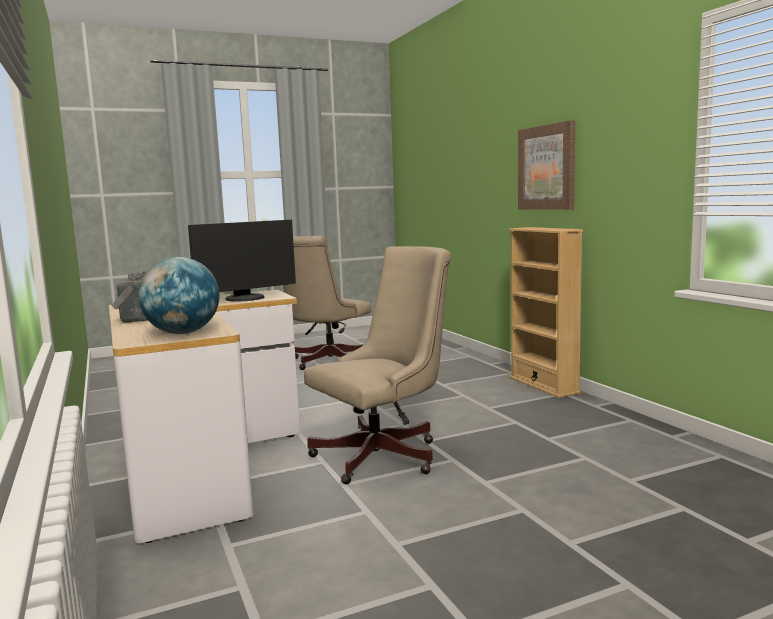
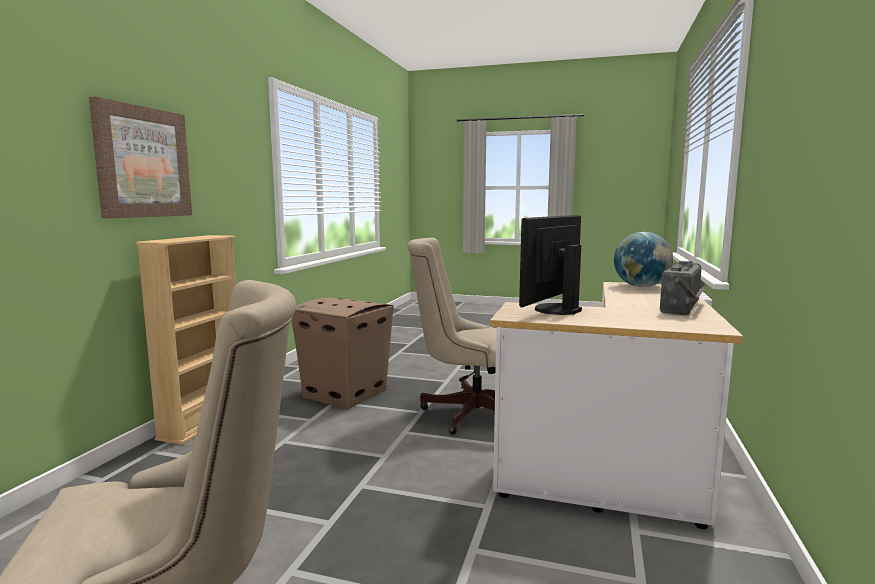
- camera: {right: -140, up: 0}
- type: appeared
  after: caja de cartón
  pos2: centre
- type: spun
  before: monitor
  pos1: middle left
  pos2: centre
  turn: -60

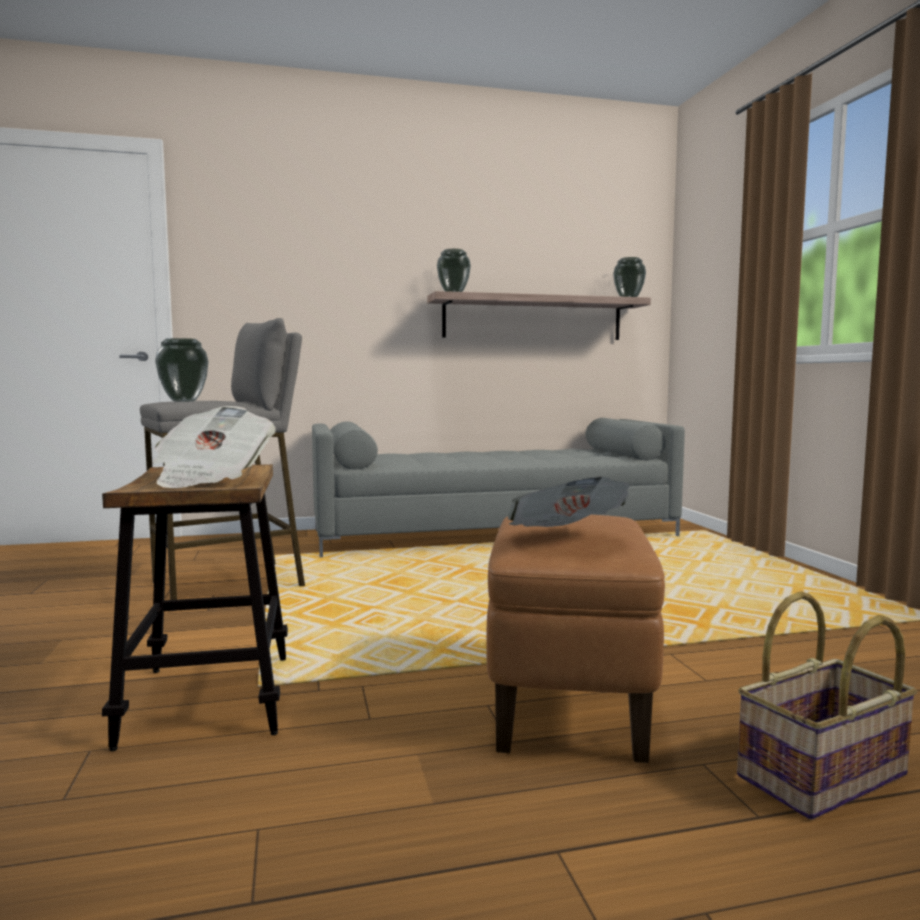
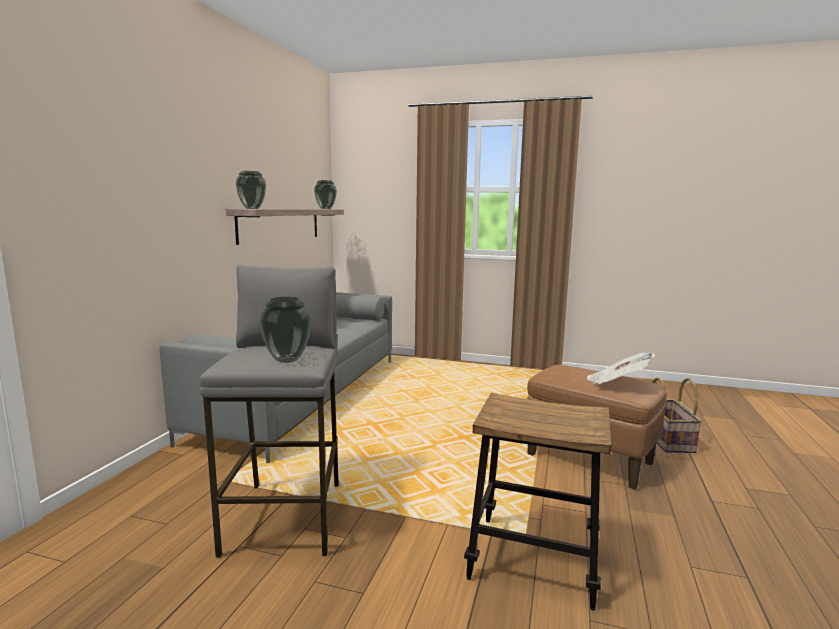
- camera: {right: -60, up: 5}
- type: missing
  before: periódico (no. 1 from left)
  pos1: middle left

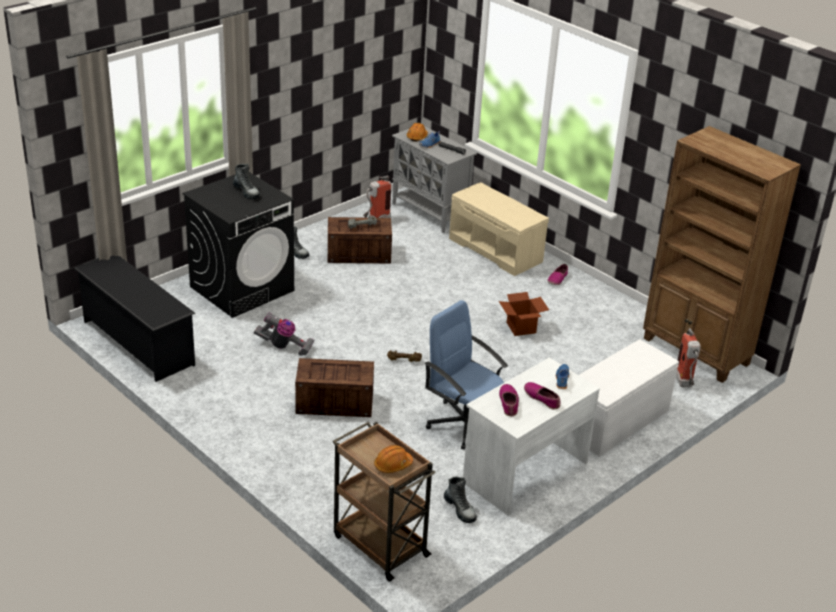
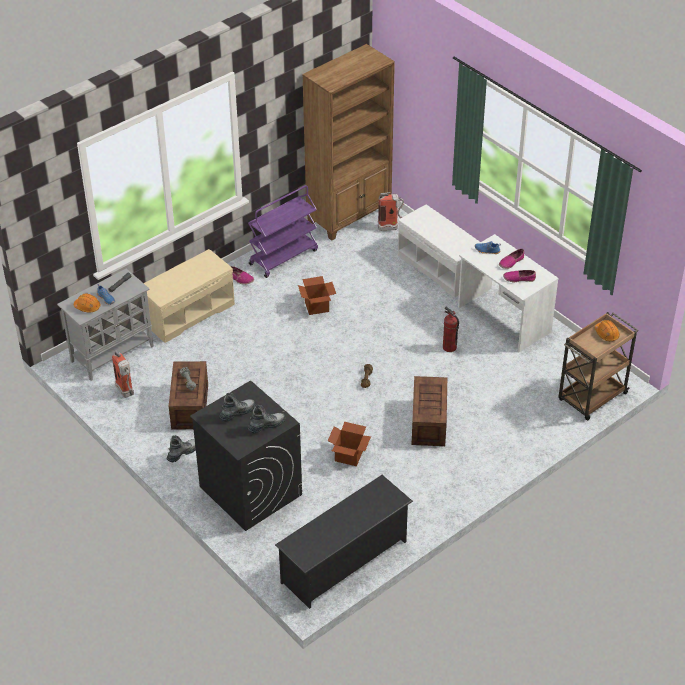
- camera: {right: -85, up: 10}
- type: relocated
  before: bota (no. 3 from left)
  pos1: bottom centre
  pos2: centre
- type: appeared
  after: carrito (morado)
  pos2: centre
- type: exchanged
  before: aspiradora
  after: caja de cartón (no. 2 from left)
  pos1: centre
  pos2: centre
- type: exchanged
  before: silla de oficina (azul)
  after: extintor (no. 3 from left)
  pos1: centre
  pos2: centre

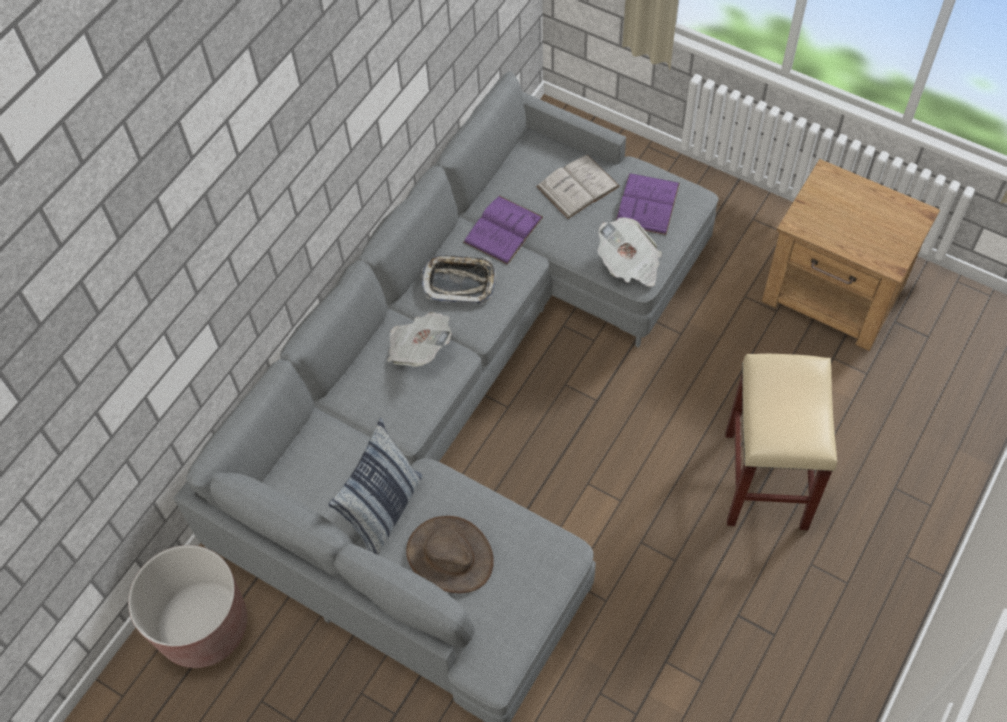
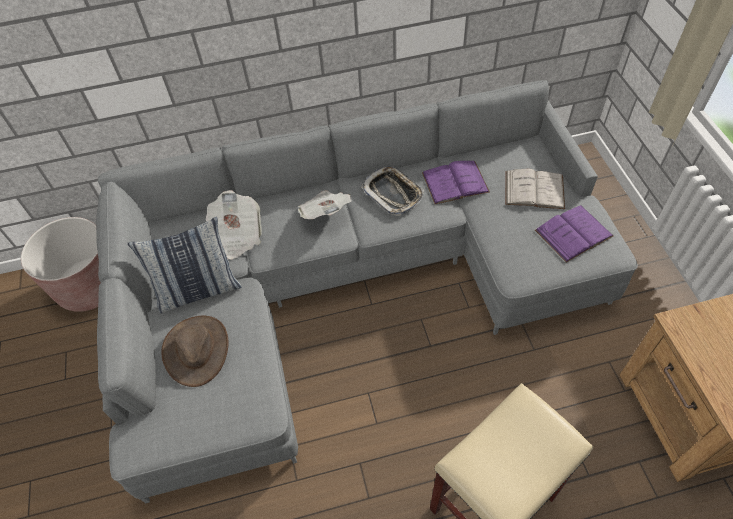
- camera: {right: 45, up: -5}
- type: relocated
  before: periódico (no. 2 from left in the first image)
  after: periódico (no. 1 from left)
  pos1: centre
  pos2: middle left

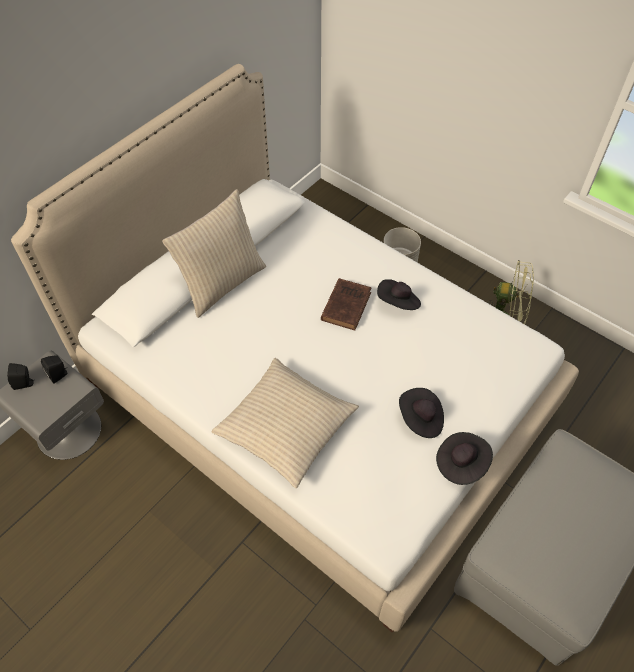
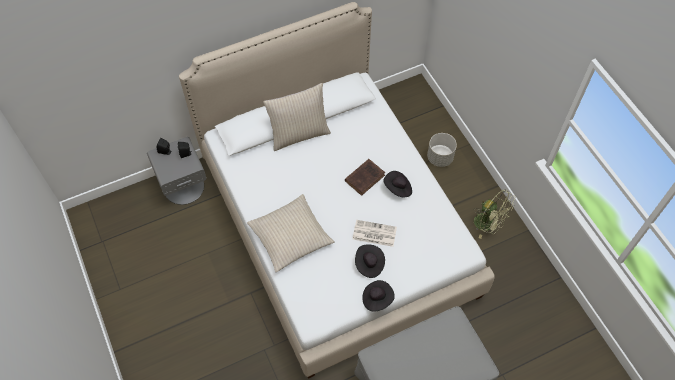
- camera: {right: 25, up: 5}
- type: appeared
  after: periódico
  pos2: centre

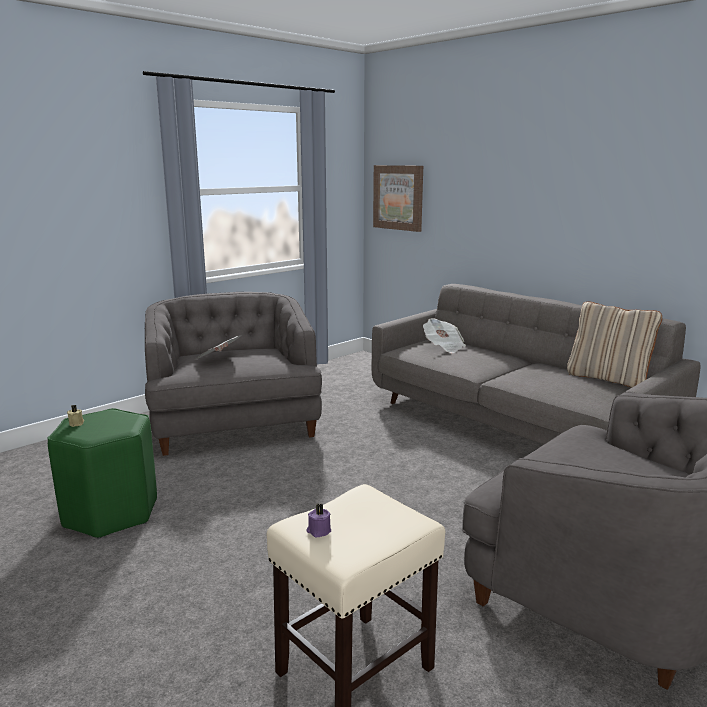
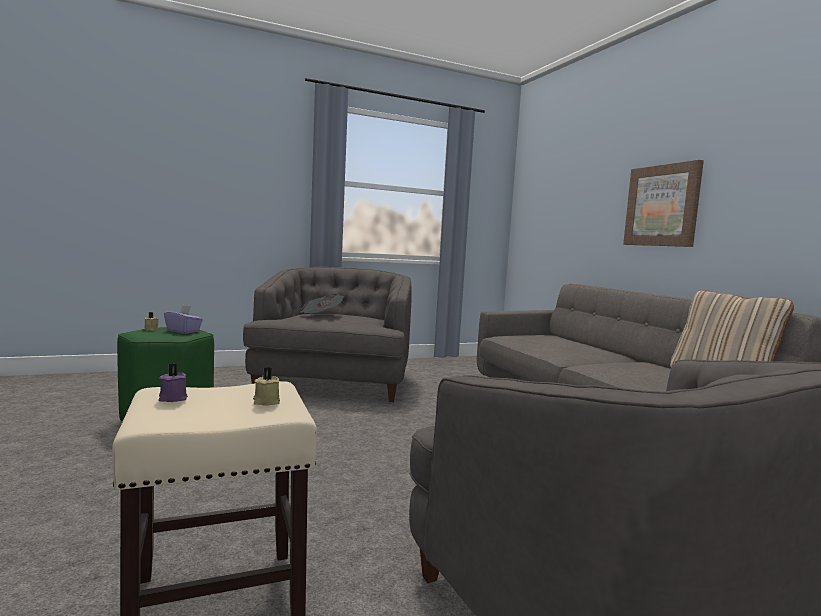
- camera: {right: 20, up: -10}
- type: appeared
  after: caja de pañuelos (morado)
  pos2: middle left
- type: appeared
  after: vela (beis) (no. 2 from left)
  pos2: middle left
- type: relocated
  before: cuadro
  pos1: top centre
  pos2: top right
- type: missing
  before: periódico (no. 2 from left)
  pos1: centre

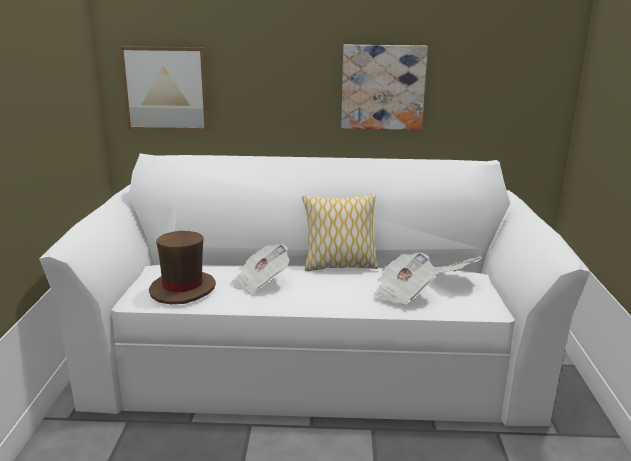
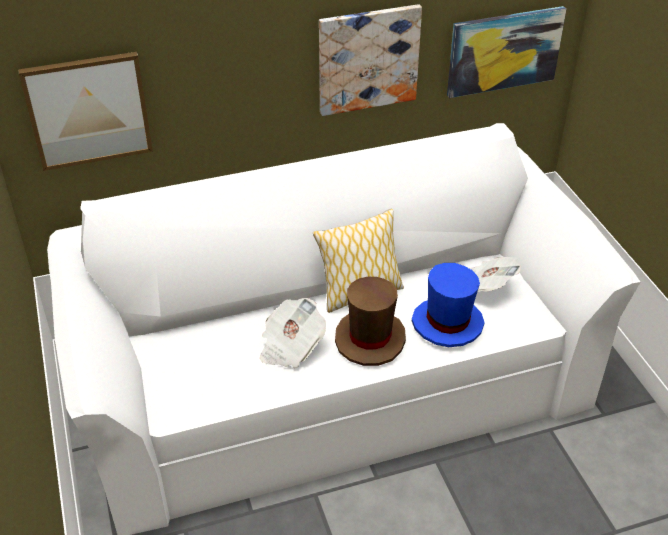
- camera: {right: -20, up: 20}
- type: relocated
  before: sombrero (marrón)
  pos1: middle left
  pos2: centre
- type: exchanged
  before: periódico (no. 2 from left)
  after: sombrero (azul)
  pos1: centre
  pos2: middle right
- type: appeared
  after: cuadro (no. 3 from left)
  pos2: top right

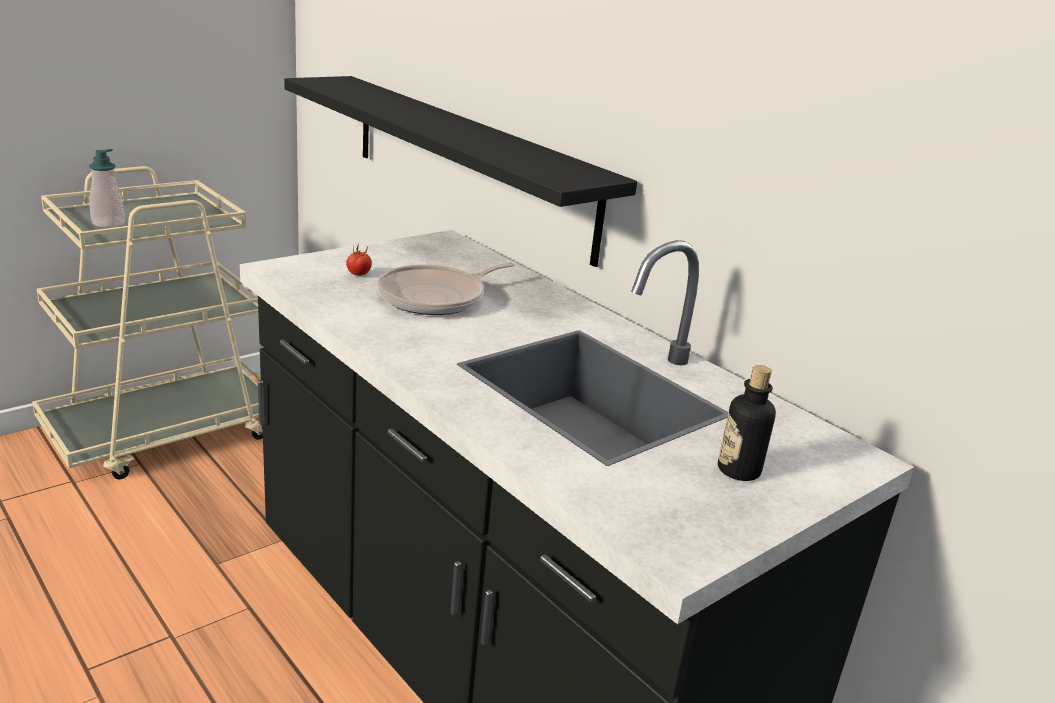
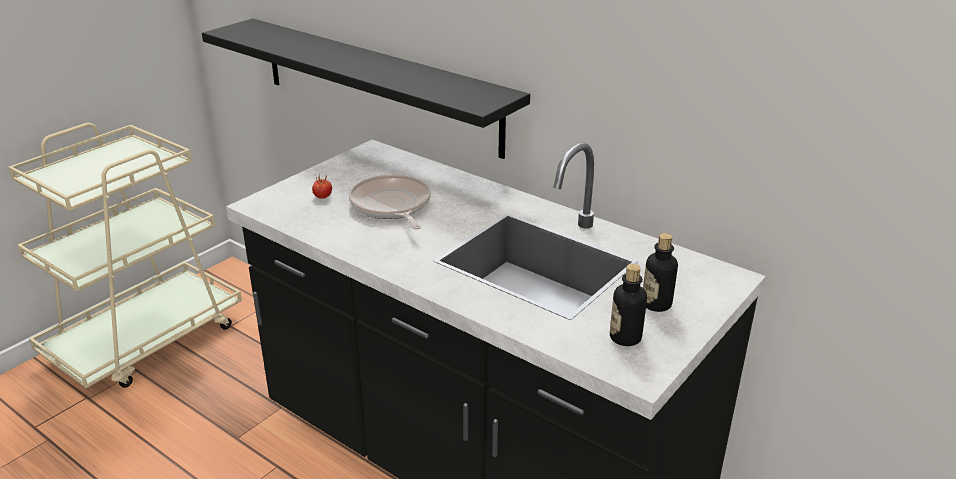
- camera: {right: -10, up: 5}
- type: spun
  before: sartén
  pos1: centre
  pos2: centre
  turn: 120
- type: appeared
  after: botella (no. 1 from left)
  pos2: centre
- type: missing
  before: dispensador de jabón
  pos1: top left

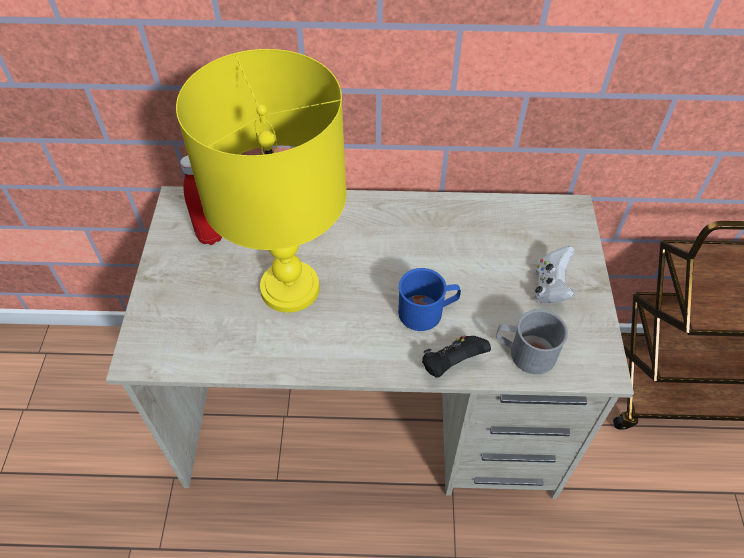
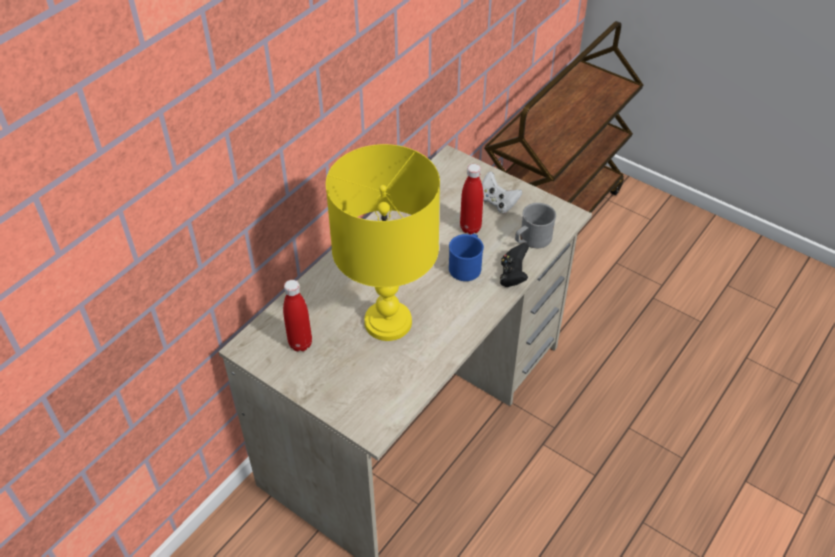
- camera: {right: -55, up: -5}
- type: appeared
  after: botella (rojo) (no. 2 from left)
  pos2: centre

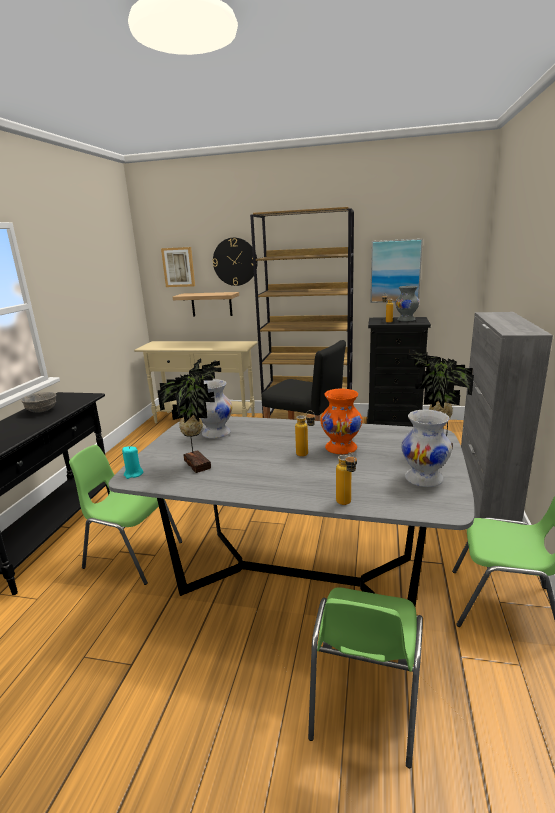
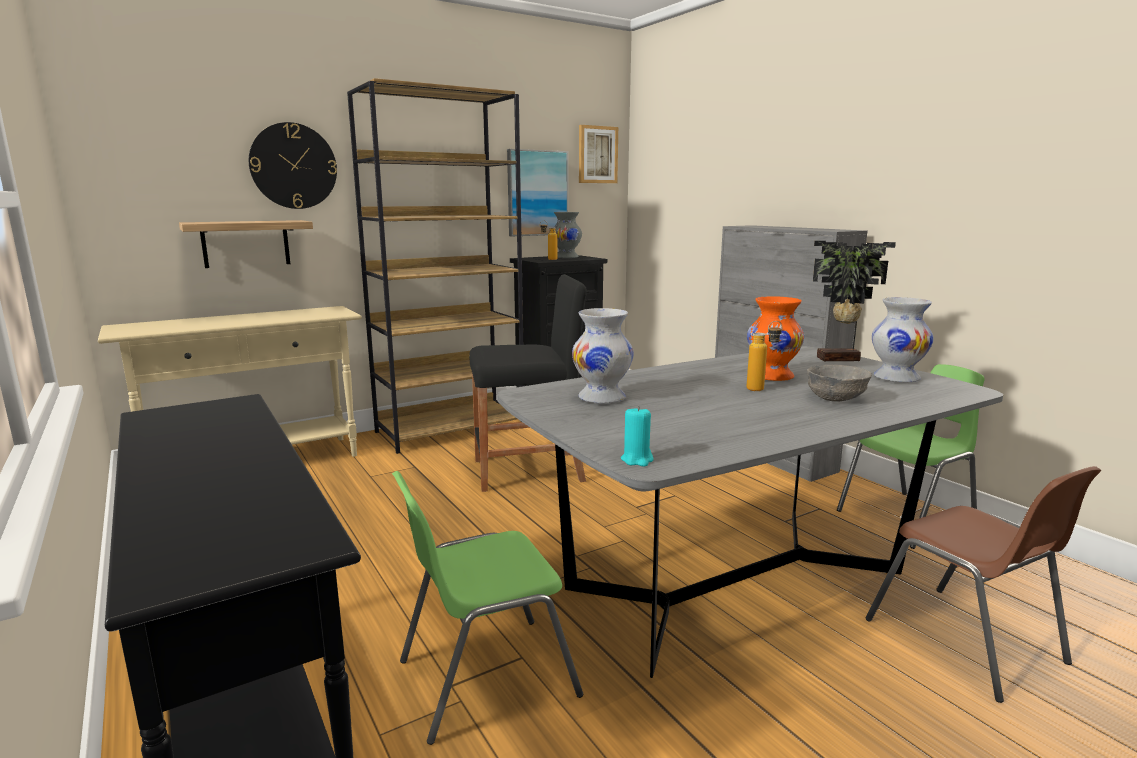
- camera: {right: -45, up: -5}
- type: relocated
  before: cuadro (no. 1 from left in the first image)
  after: cuadro (no. 2 from left)
  pos1: top left
  pos2: top centre
- type: relocated
  before: cuenco (gris)
  pos1: middle left
  pos2: middle right
- type: colour
  before: silla (verde) (no. 2 from left)
  after: silla (marrón)
  pos1: bottom centre
  pos2: bottom right
- type: missing
  before: planta en maceta (no. 1 from left)
  pos1: centre
- type: missing
  before: botella (no. 2 from left)
  pos1: centre

